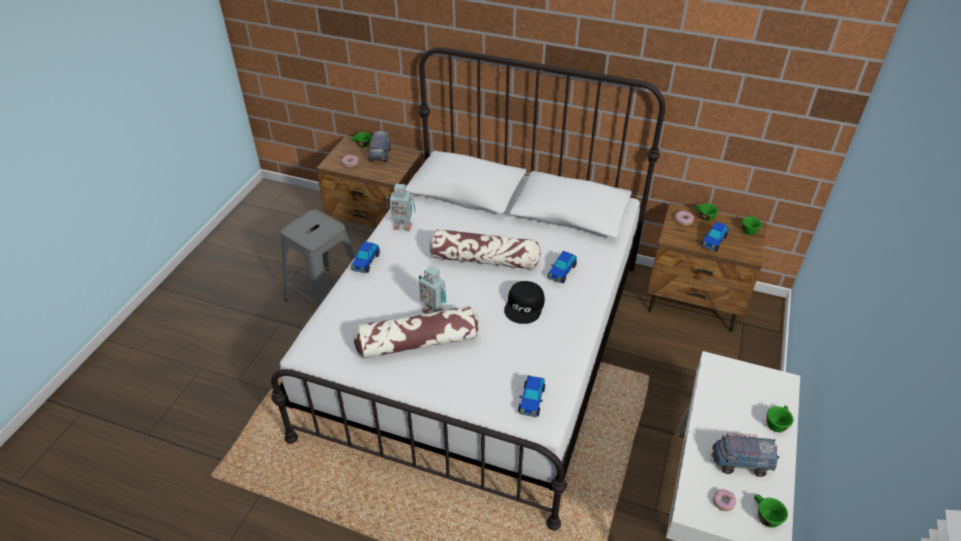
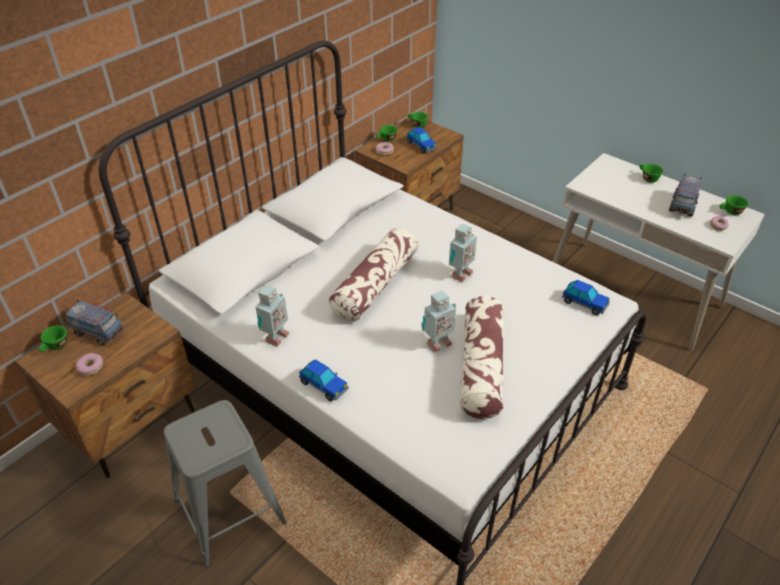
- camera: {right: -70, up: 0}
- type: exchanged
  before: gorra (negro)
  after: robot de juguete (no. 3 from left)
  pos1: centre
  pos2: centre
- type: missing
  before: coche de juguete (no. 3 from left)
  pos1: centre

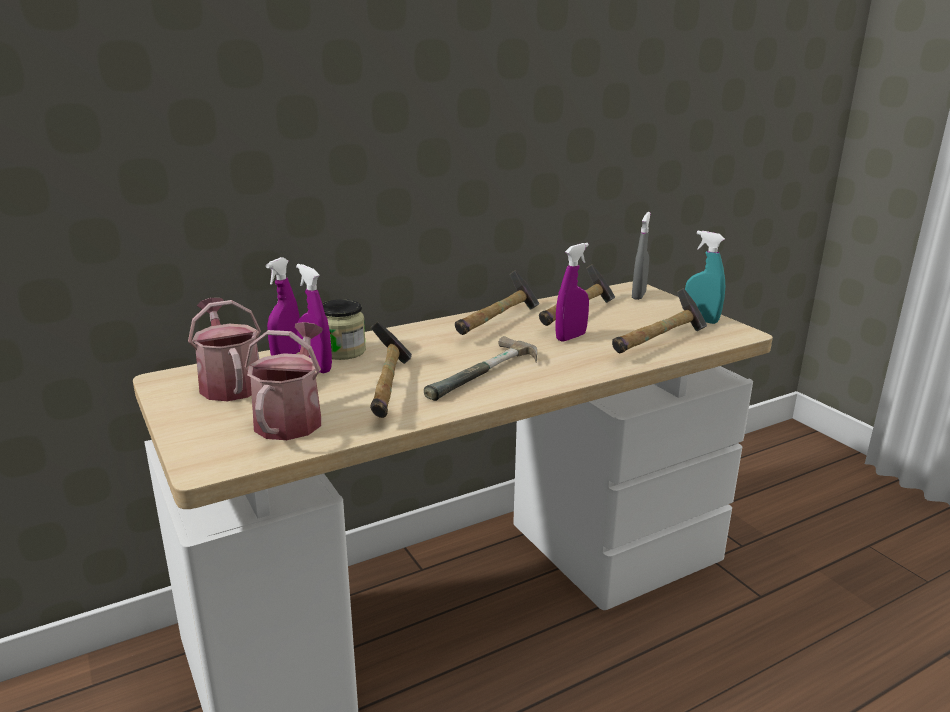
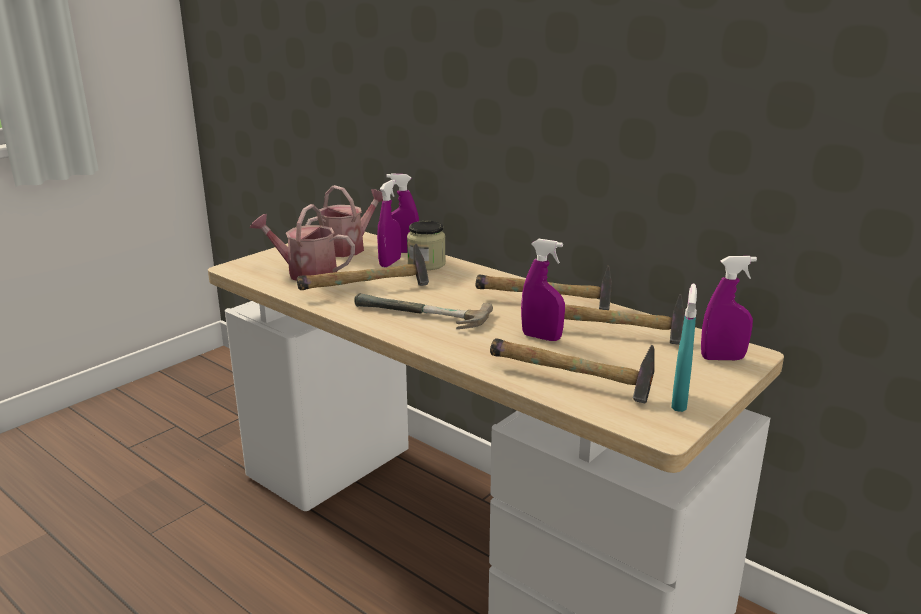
- camera: {right: 70, up: 0}
- type: spun
  before: regadera (no. 2 from left in the first image)
  pos1: middle left
  pos2: middle left
  turn: -150
- type: colour
  before: pulverizador (gris)
  after: pulverizador (morado) (no. 4 from left)
  pos1: middle right
  pos2: middle right

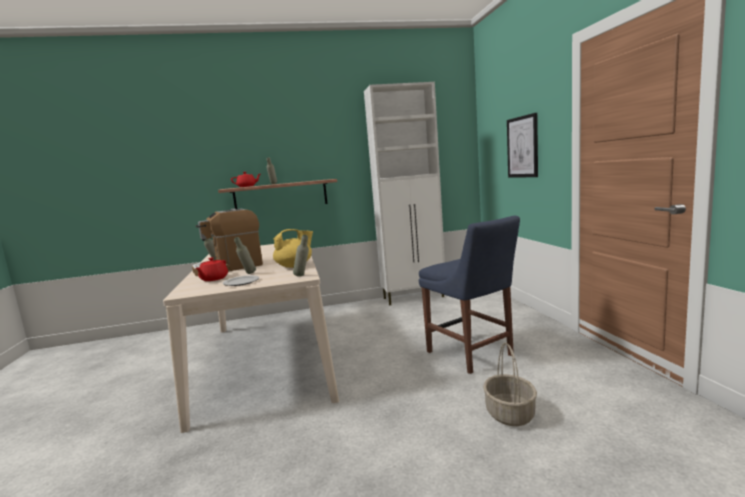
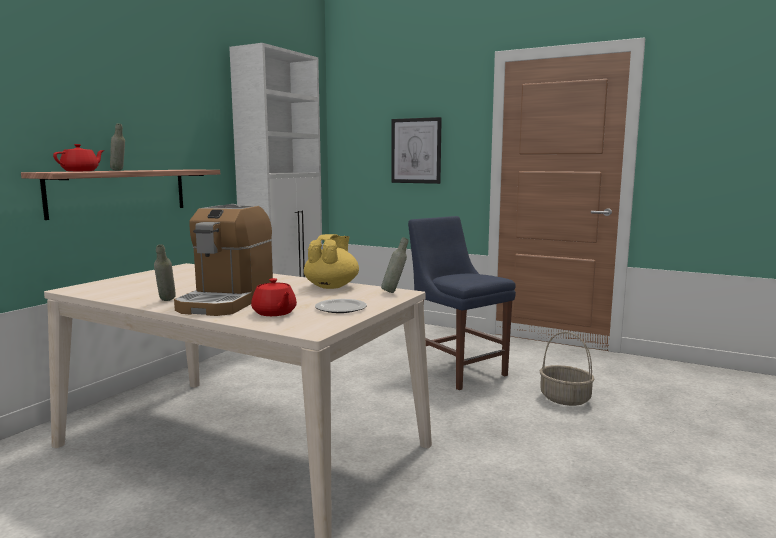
- camera: {right: -50, up: 0}
- type: spun
  before: silla (azul)
  pos1: centre
  pos2: centre
  turn: -135
- type: missing
  before: botella (gris) (no. 2 from left)
  pos1: middle left

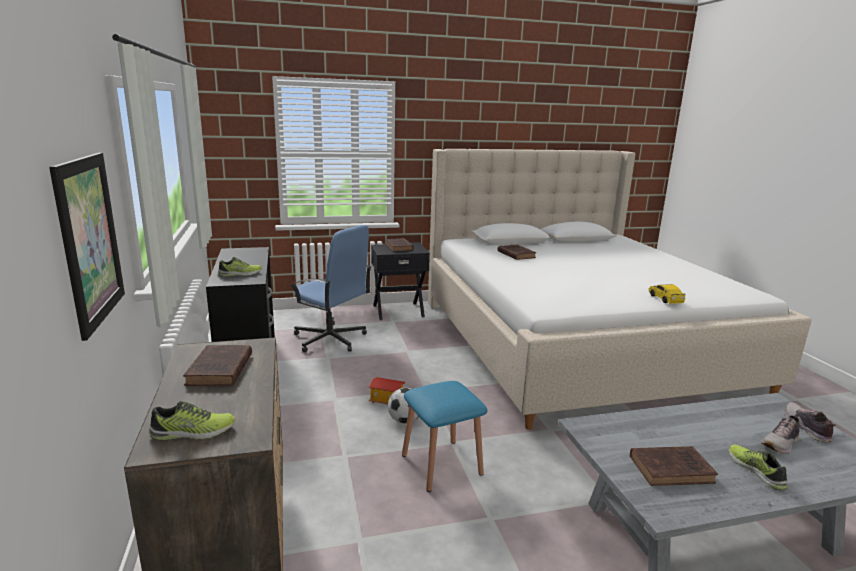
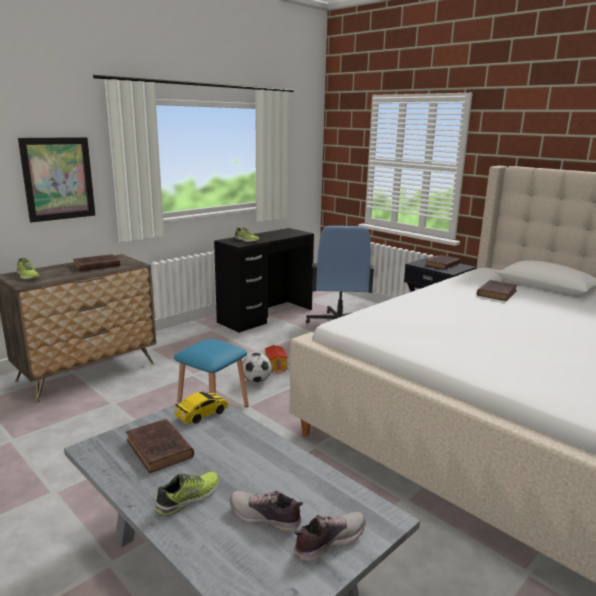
- camera: {right: 60, up: 0}
- type: relocated
  before: coche de juguete
  pos1: middle right
  pos2: bottom centre

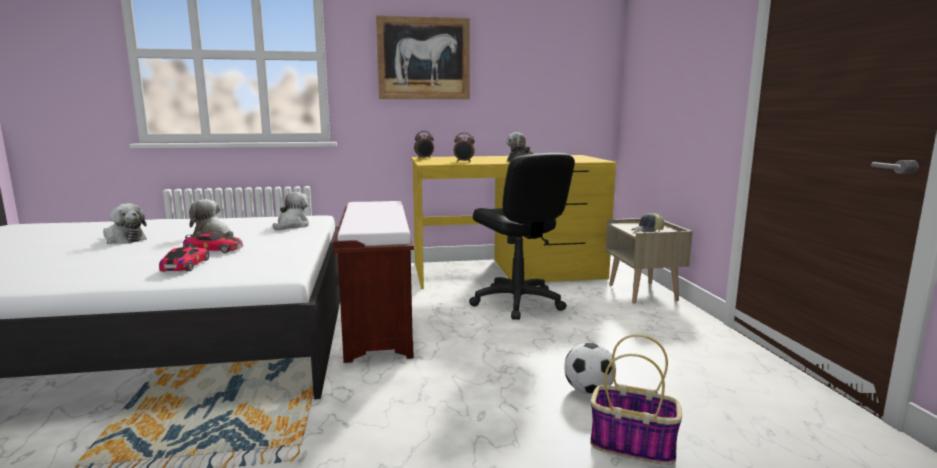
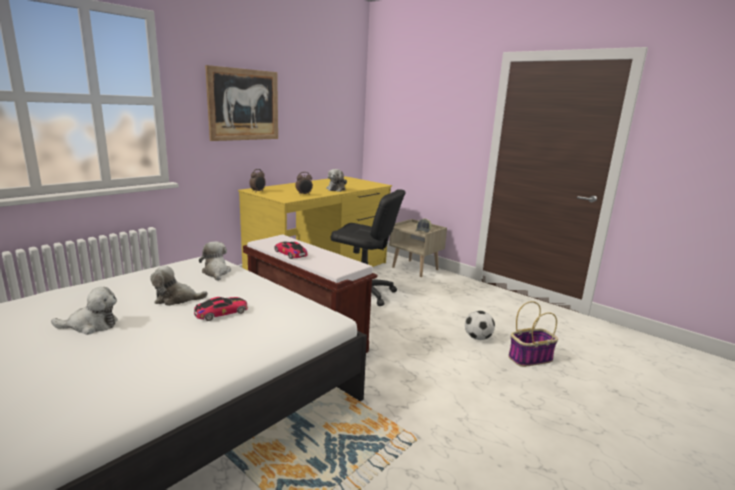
- camera: {right: -40, up: 5}
- type: relocated
  before: coche de juguete (no. 1 from left in the first image)
  after: coche de juguete (no. 2 from left)
  pos1: middle left
  pos2: centre

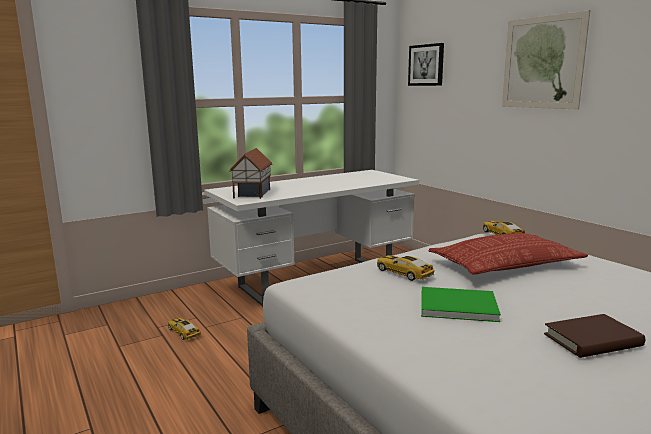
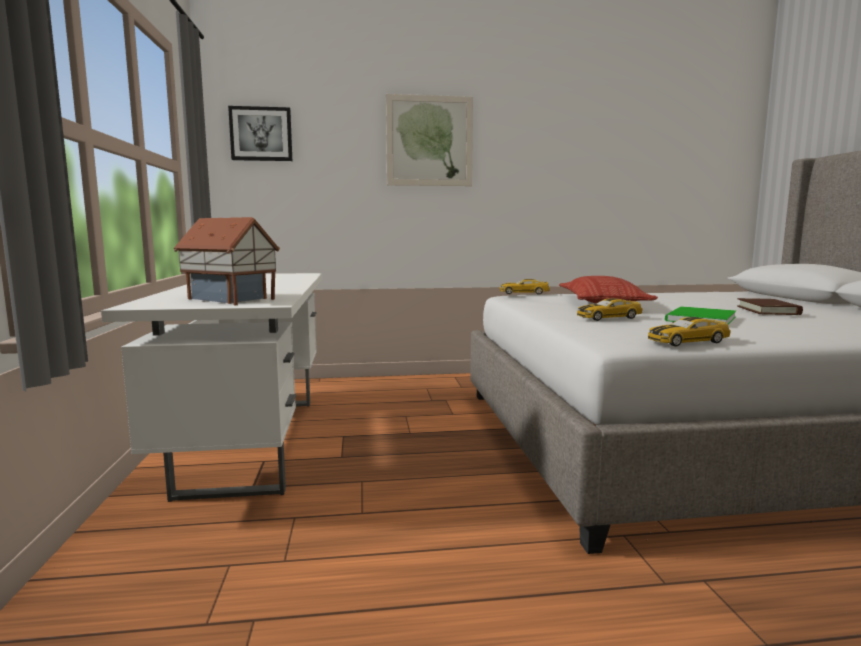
- camera: {right: -65, up: -5}
- type: relocated
  before: coche de juguete (no. 1 from left in the first image)
  after: coche de juguete (no. 3 from left)
  pos1: bottom left
  pos2: middle right

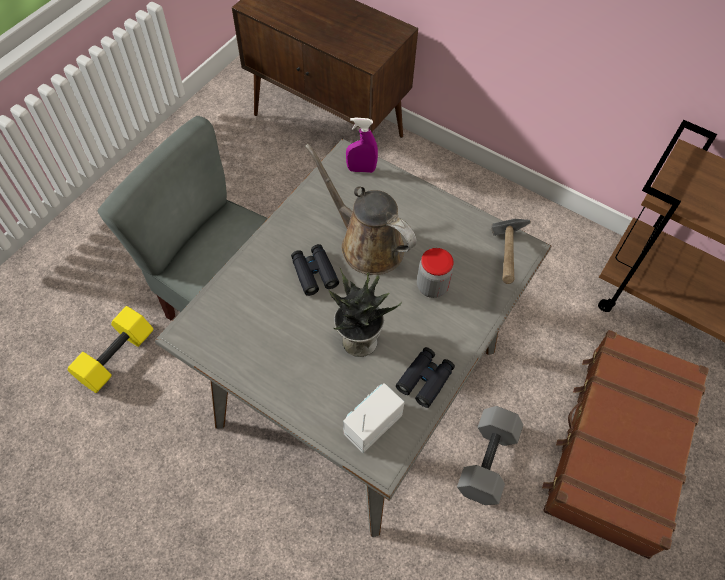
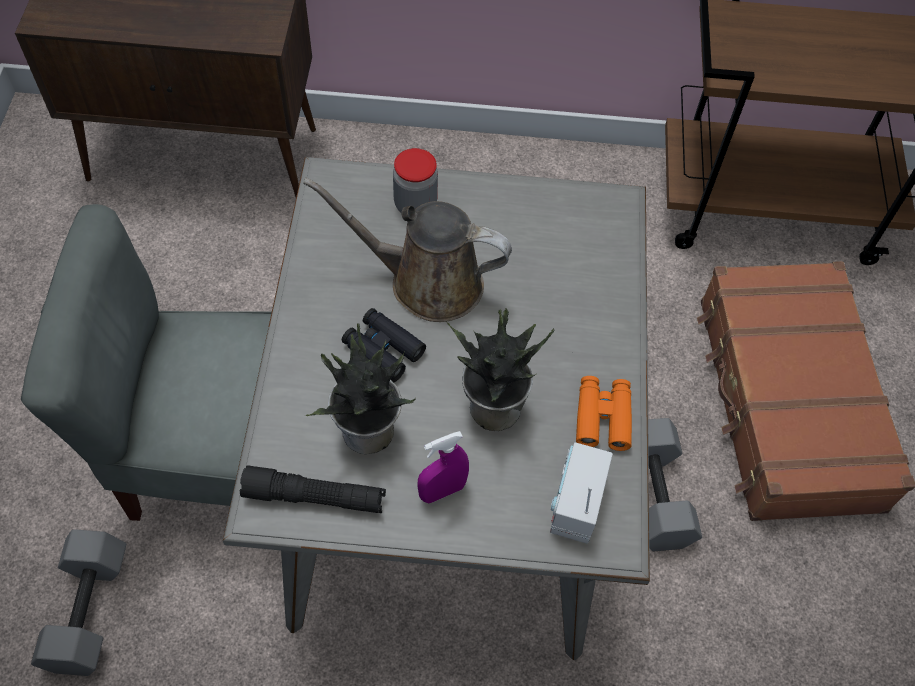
- camera: {right: -30, up: 0}
- type: colour
  before: mancuerna (amarillo)
  after: mancuerna (gris) (no. 1 from left)
  pos1: middle left
  pos2: bottom left
- type: appeared
  after: linterna (negro)
  pos2: bottom centre
- type: appeared
  after: planta en maceta (no. 1 from left)
  pos2: centre
- type: relocated
  before: tarro
  pos1: centre
  pos2: top centre
- type: relocated
  before: pulverizador (morado)
  pos1: top centre
  pos2: bottom centre
- type: colour
  before: prismáticos (negro) (no. 2 from left)
  after: prismáticos (naranja)
  pos1: centre
  pos2: centre
- type: missing
  before: martillo
  pos1: middle right

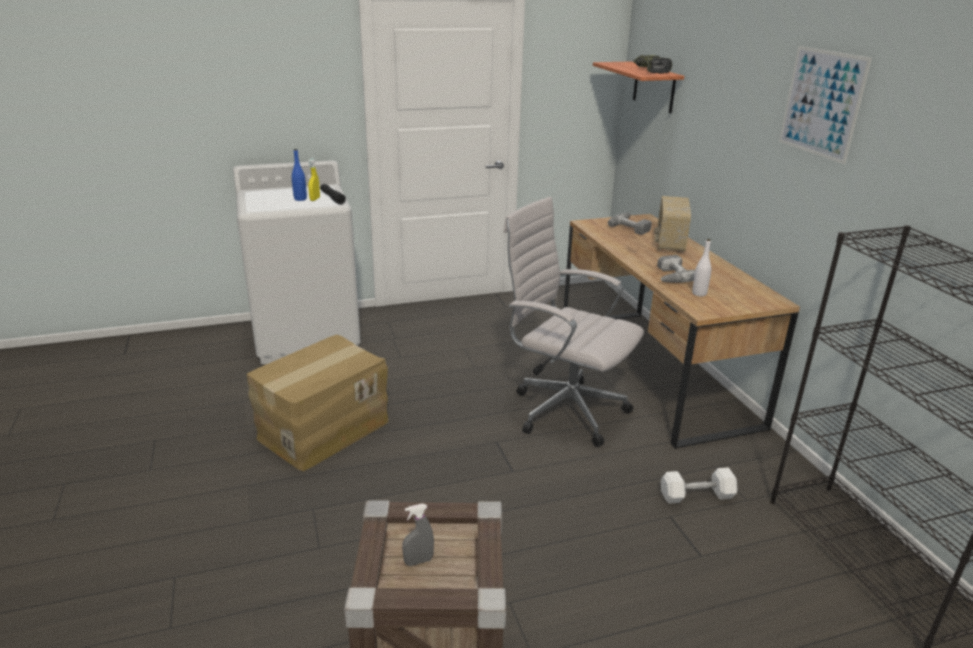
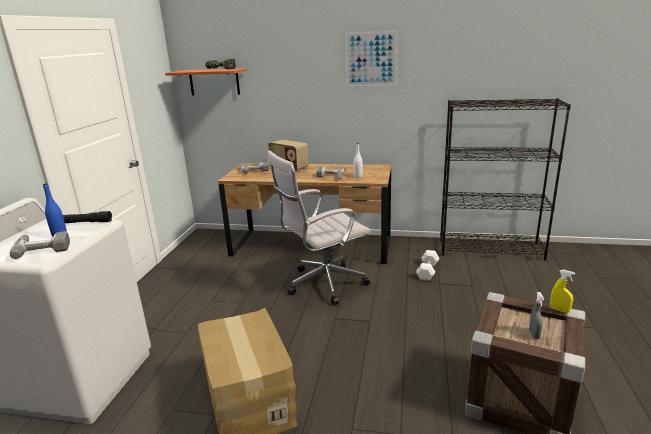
- camera: {right: -60, up: -5}
- type: appeared
  after: taladro (no. 1 from left)
  pos2: middle left
- type: relocated
  before: pulverizador (amarillo)
  pos1: top left
  pos2: bottom right

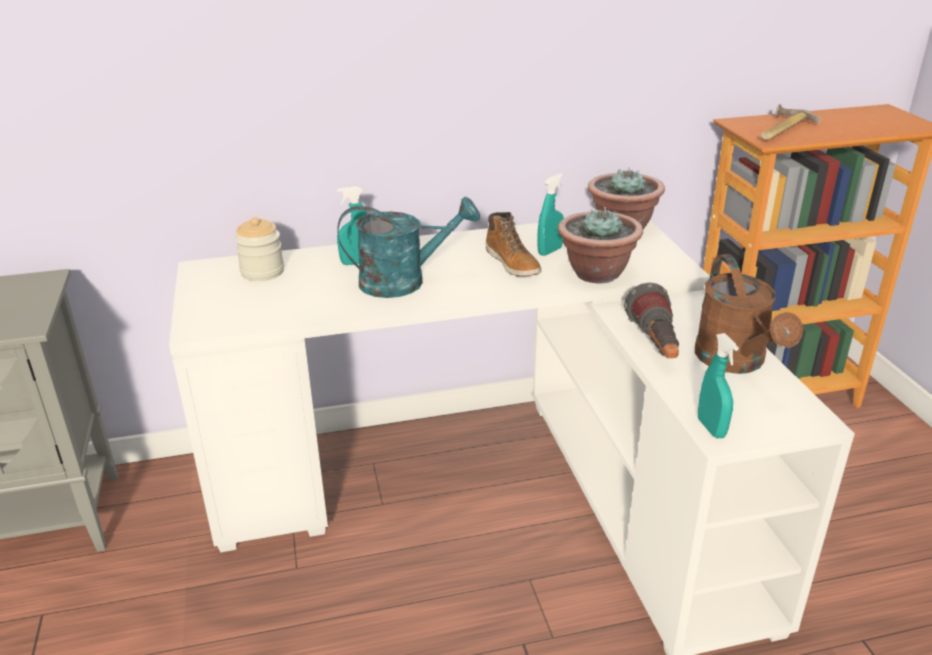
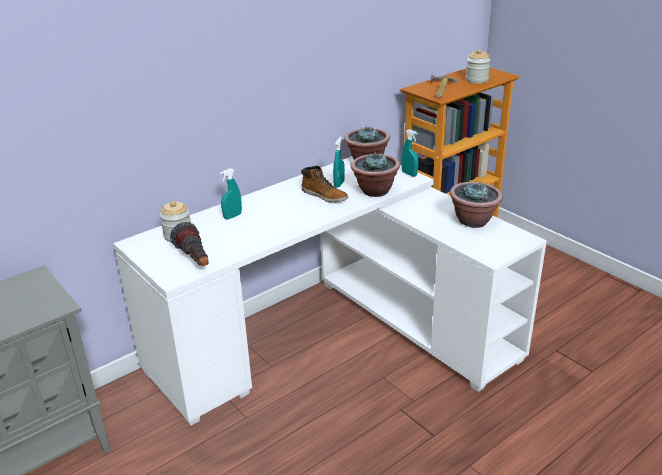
- camera: {right: -25, up: 0}
- type: relocated
  before: linterna
  pos1: middle right
  pos2: middle left
- type: relocated
  before: pulverizador (turquesa) (no. 3 from left)
  pos1: middle right
  pos2: top centre
- type: exchanged
  before: regadera (marrón)
  after: planta en maceta (no. 3 from left)
  pos1: middle right
  pos2: middle right
- type: appeared
  after: tarro (no. 2 from left)
  pos2: top right
- type: missing
  before: regadera (turquesa)
  pos1: centre

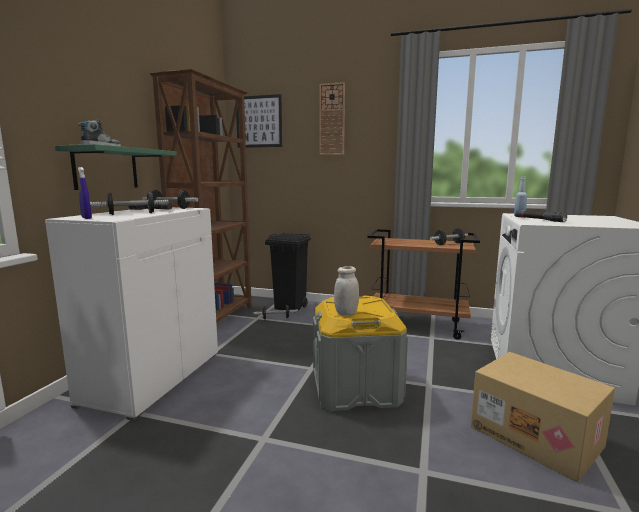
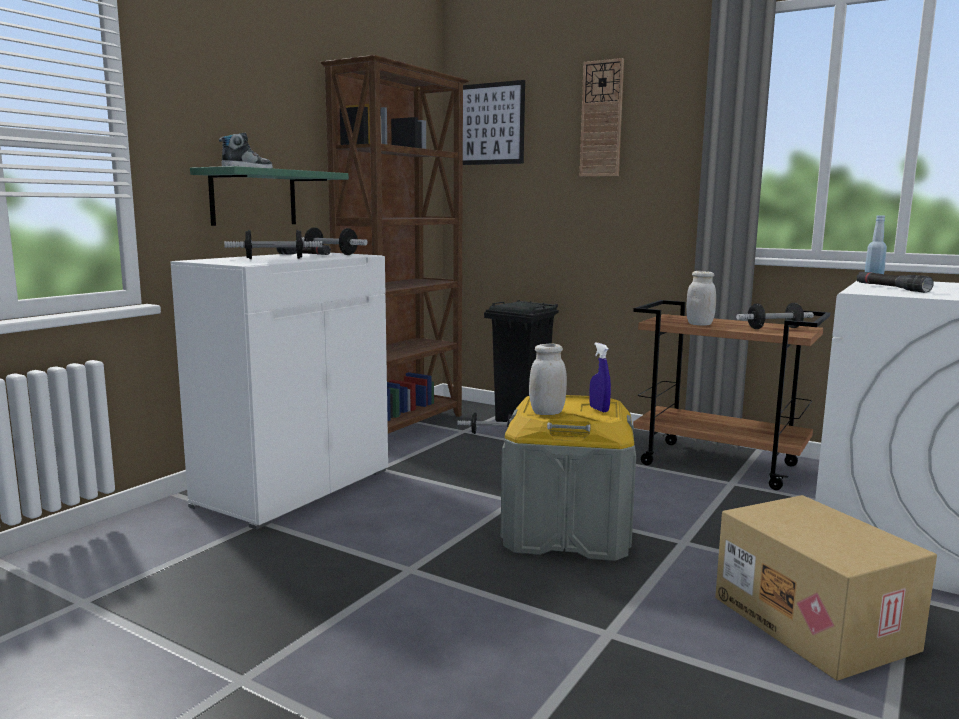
- camera: {right: 15, up: 0}
- type: relocated
  before: pulverizador (azul)
  pos1: middle left
  pos2: centre
- type: appeared
  after: tarro (blanco) (no. 2 from left)
  pos2: middle right

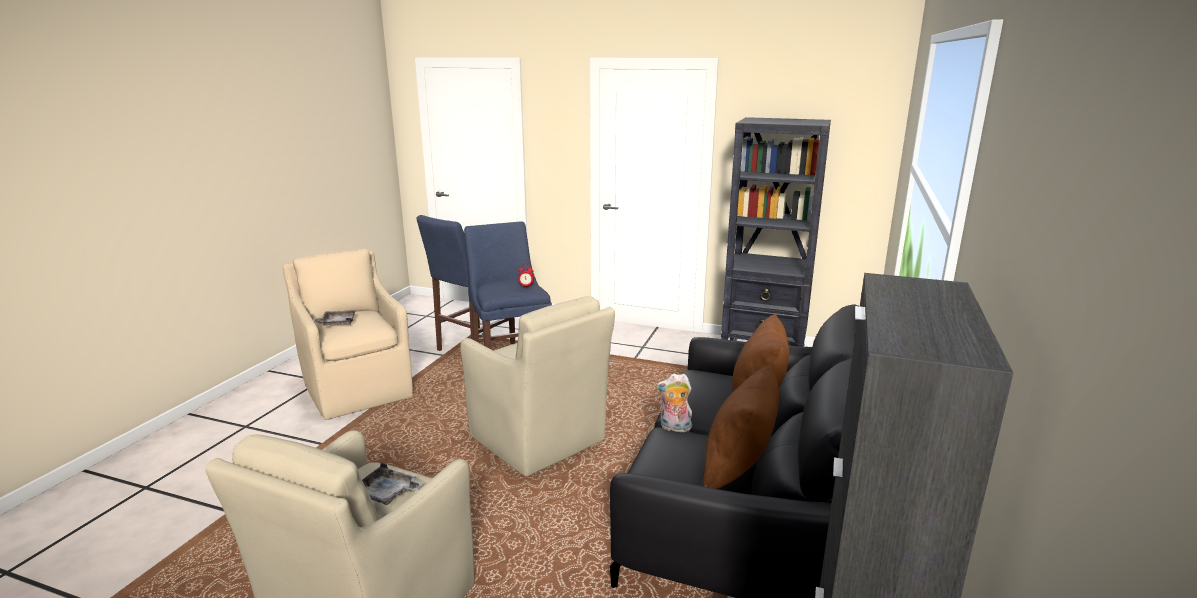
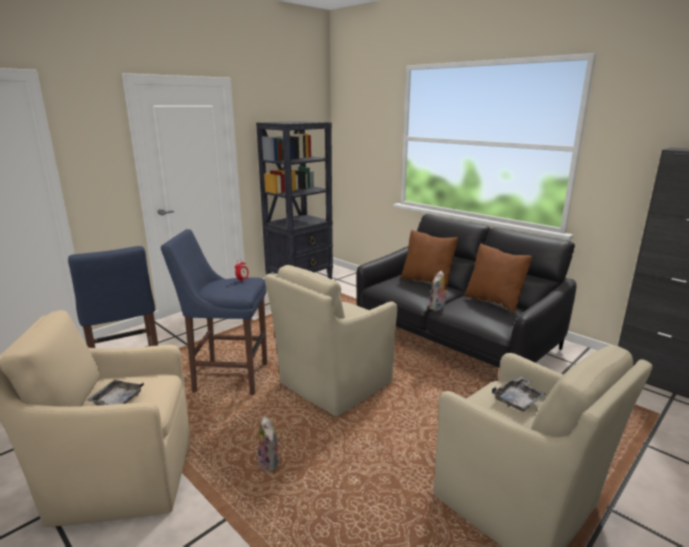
- camera: {right: -65, up: 0}
- type: appeared
  after: peluche (no. 1 from left)
  pos2: bottom centre
- type: spun
  before: sillón (beis) (no. 3 from left in the first image)
  pos1: centre
  pos2: centre
  turn: 150

